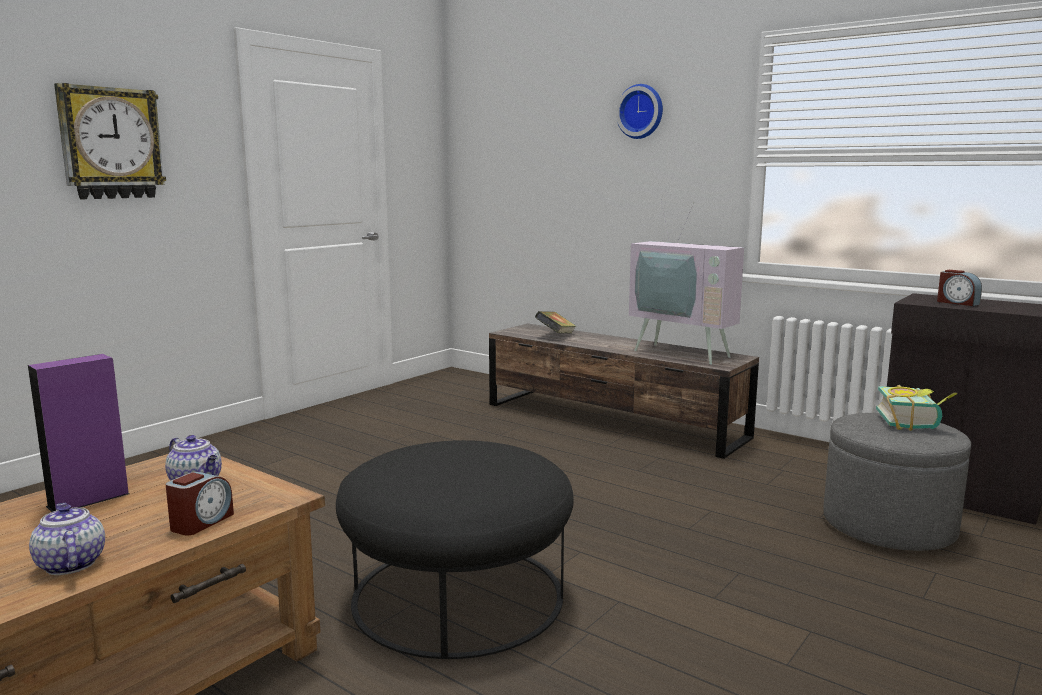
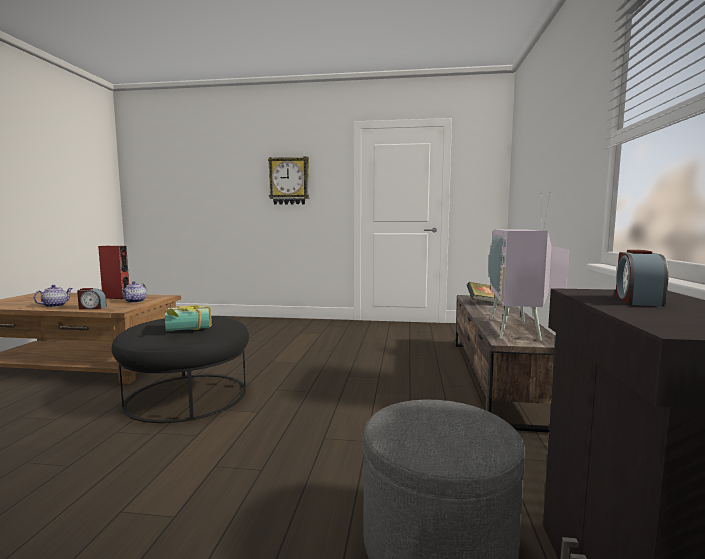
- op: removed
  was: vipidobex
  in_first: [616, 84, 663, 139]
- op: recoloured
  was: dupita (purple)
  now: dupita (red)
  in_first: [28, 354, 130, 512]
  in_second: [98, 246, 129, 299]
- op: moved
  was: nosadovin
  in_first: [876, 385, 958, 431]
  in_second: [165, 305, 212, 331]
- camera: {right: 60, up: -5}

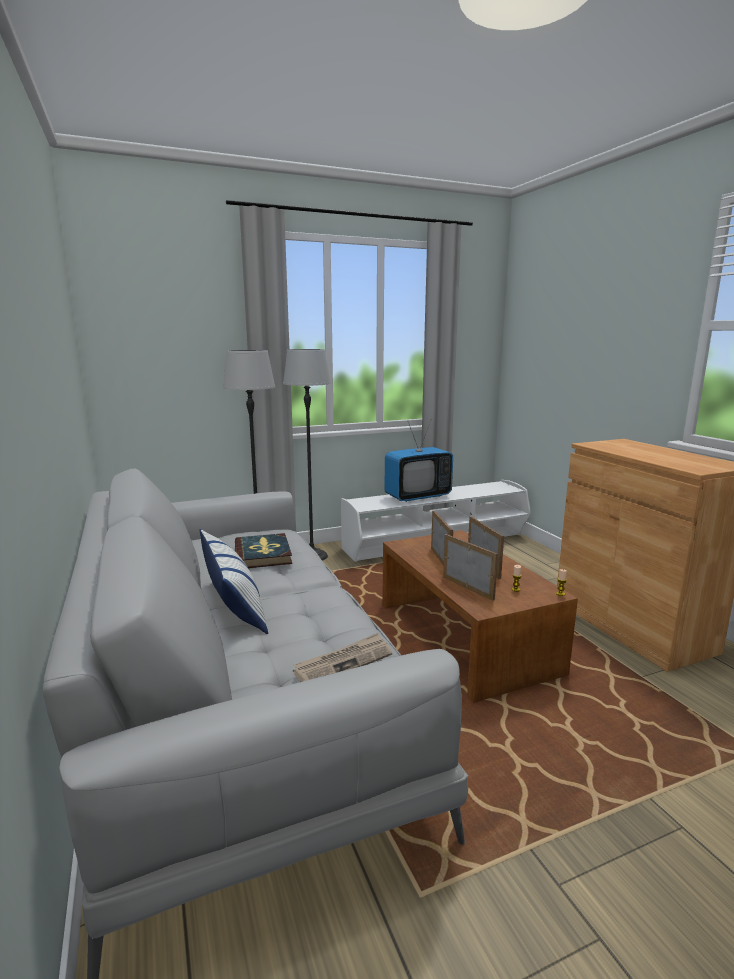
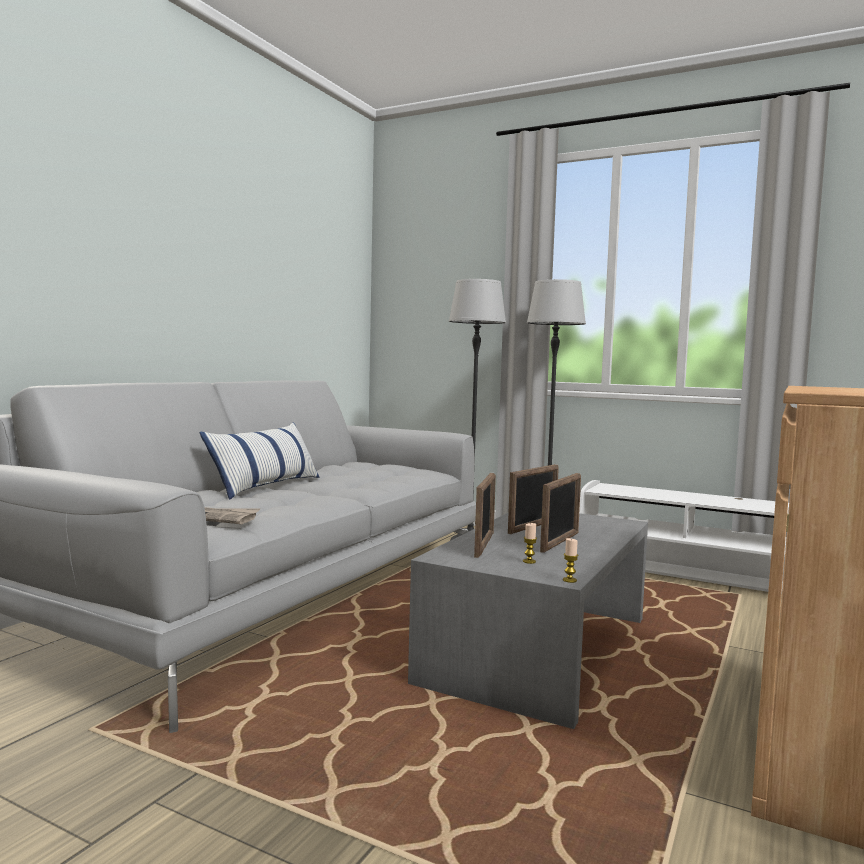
- op: removed
  was: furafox
  in_first: [385, 420, 453, 502]
- op: recoloured
  was: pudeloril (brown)
  now: pudeloril (grey)
  in_first: [382, 530, 578, 703]
  in_second: [408, 513, 648, 729]
- op: removed
  was: nosadovin
  in_first: [235, 533, 292, 568]
- camera: {right: 50, up: -10}

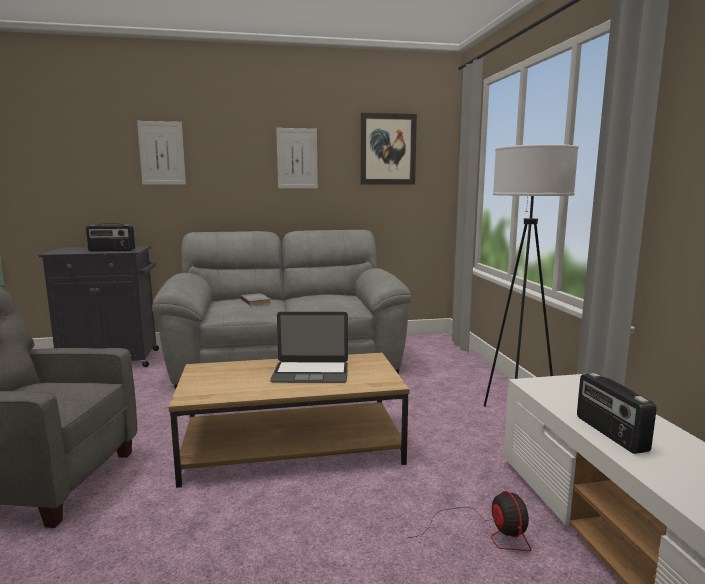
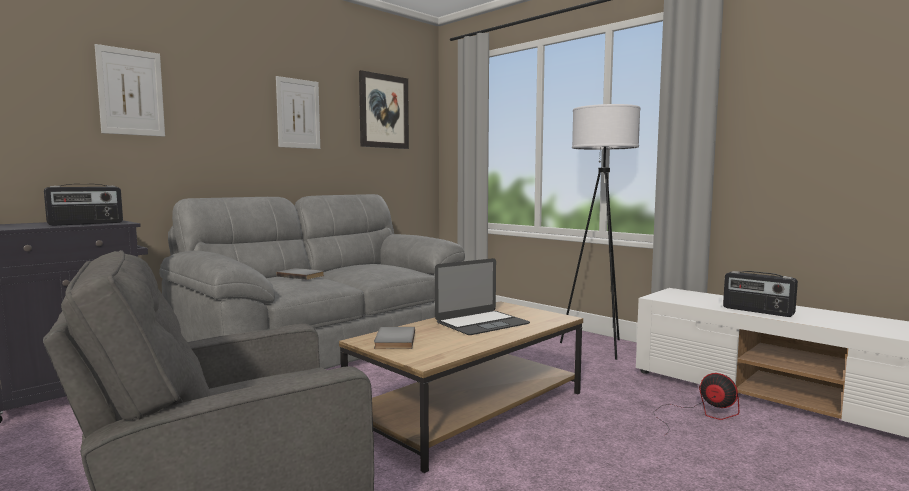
- op: added
  now: nosadovin (grey)
  in_second: [374, 327, 415, 349]
- camera: {right: -35, up: -5}

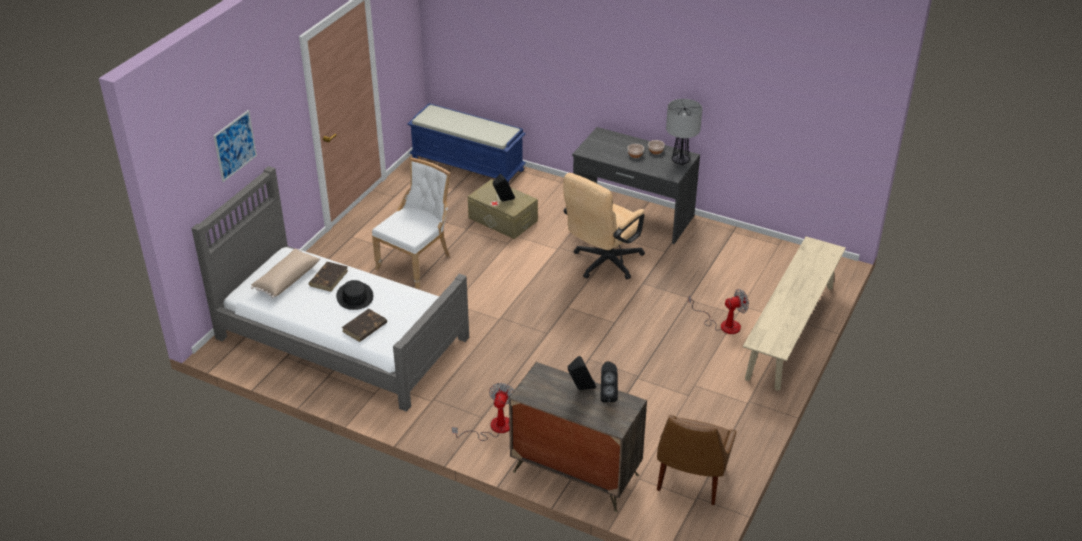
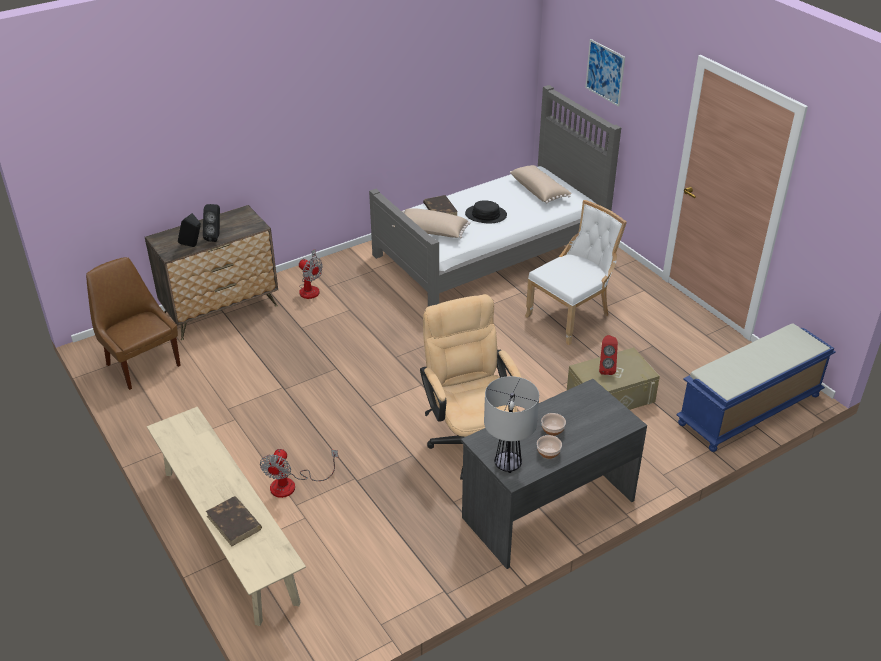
- op: turned
  was: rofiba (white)
  in_first: [372, 157, 451, 289]
  in_second: [525, 200, 627, 345]
  clockwise: -105
- op: recoloured
  was: dupita (black)
  now: dupita (red)
  in_first: [493, 174, 515, 201]
  in_second: [599, 335, 618, 375]
- op: moved
  was: nosadovin (brown)
  in_first: [309, 262, 348, 292]
  in_second: [206, 496, 262, 546]
- op: added
  now: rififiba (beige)
  in_second: [392, 208, 471, 239]
- camera: {right: 120, up: 0}

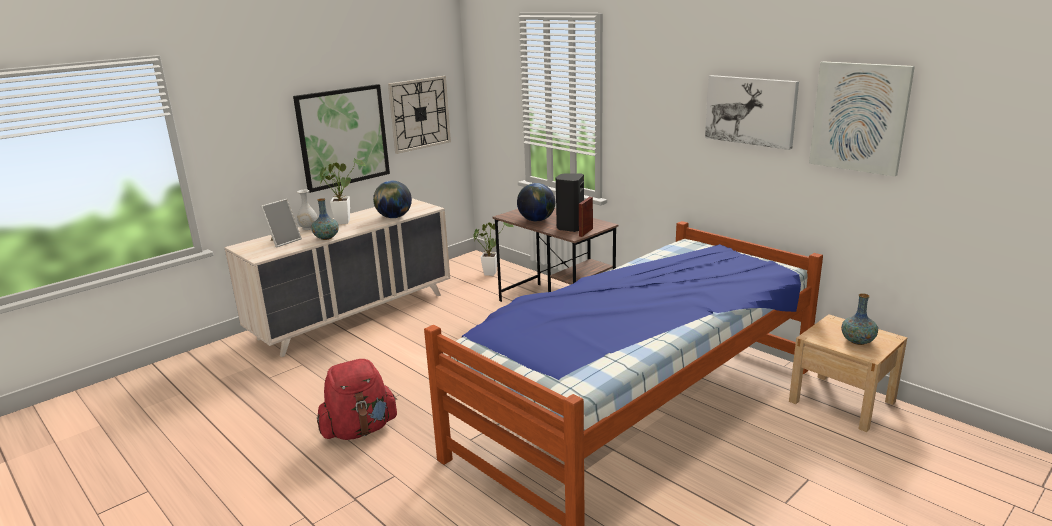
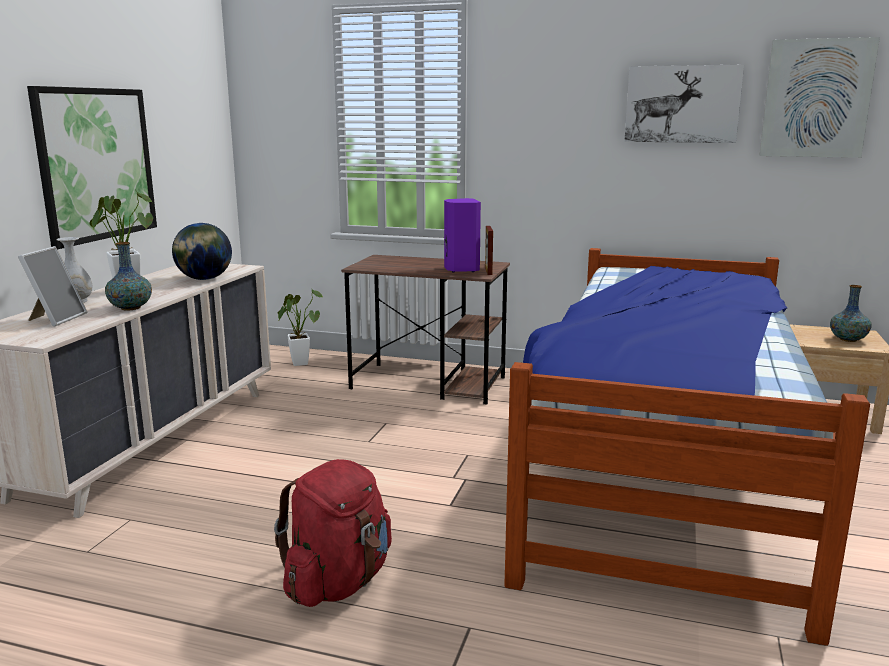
- op: removed
  was: vipidobex
  in_first: [388, 76, 451, 154]
- op: recoloured
  was: dupita (black)
  now: dupita (purple)
  in_first: [556, 173, 584, 232]
  in_second: [444, 198, 481, 272]
- op: removed
  was: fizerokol
  in_first: [517, 183, 555, 221]
- camera: {right: -30, up: -5}

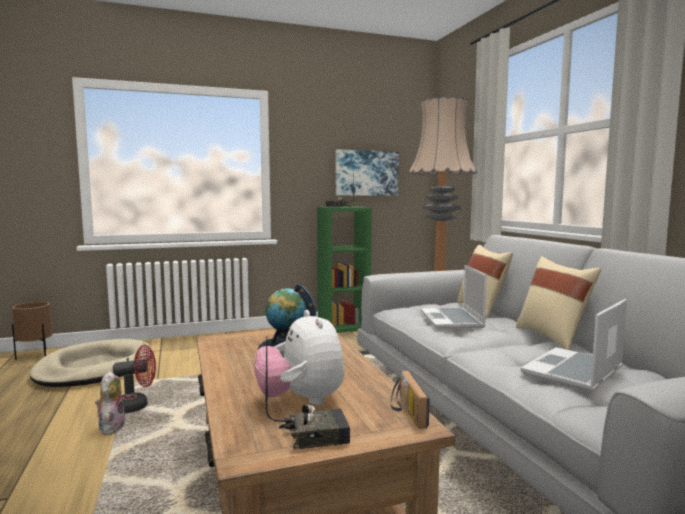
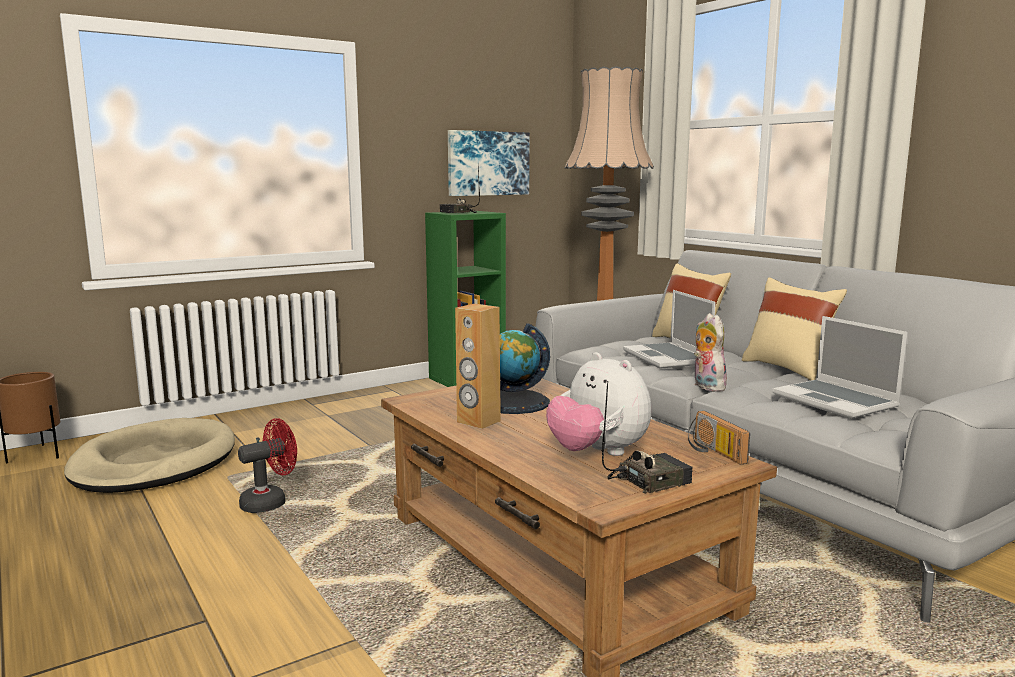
- op: turned
  was: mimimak
  in_first: [521, 299, 627, 392]
  in_second: [772, 316, 908, 419]
  clockwise: -60
- op: moved
  was: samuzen
  in_first: [95, 371, 125, 435]
  in_second: [694, 313, 729, 391]
- op: added
  now: dupita (brown)
  in_second: [455, 304, 501, 429]
- camera: {right: -15, up: 5}

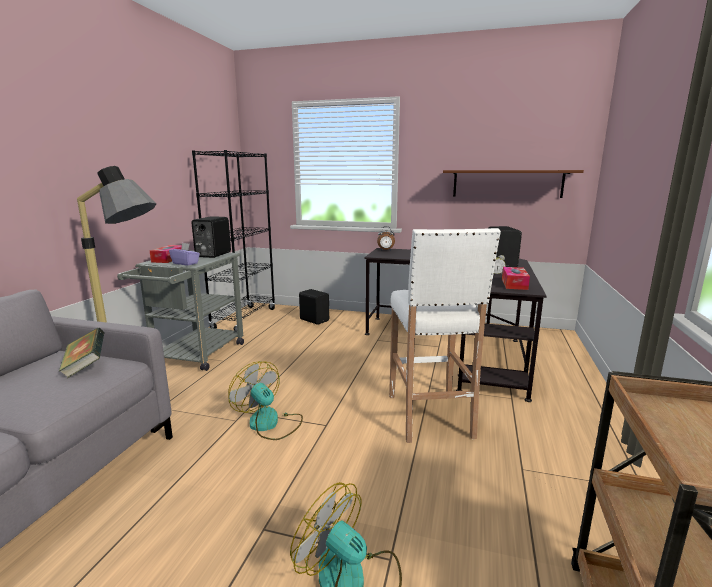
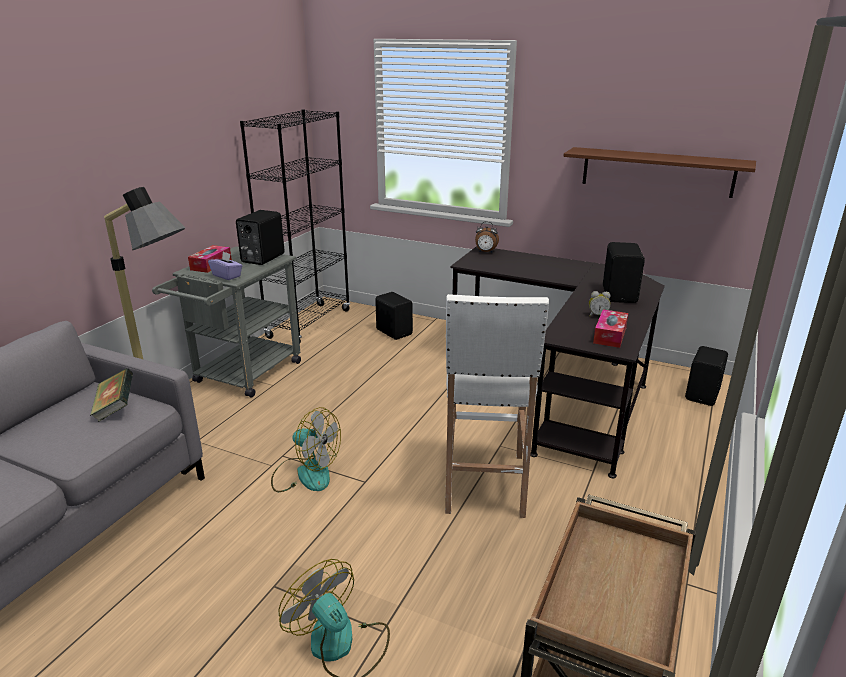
- op: turned
  was: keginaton
  in_first: [228, 361, 303, 440]
  in_second: [271, 407, 341, 492]
  clockwise: 150
- op: added
  now: dupita (black)
  in_second: [685, 346, 728, 406]
- camera: {right: 10, up: 10}

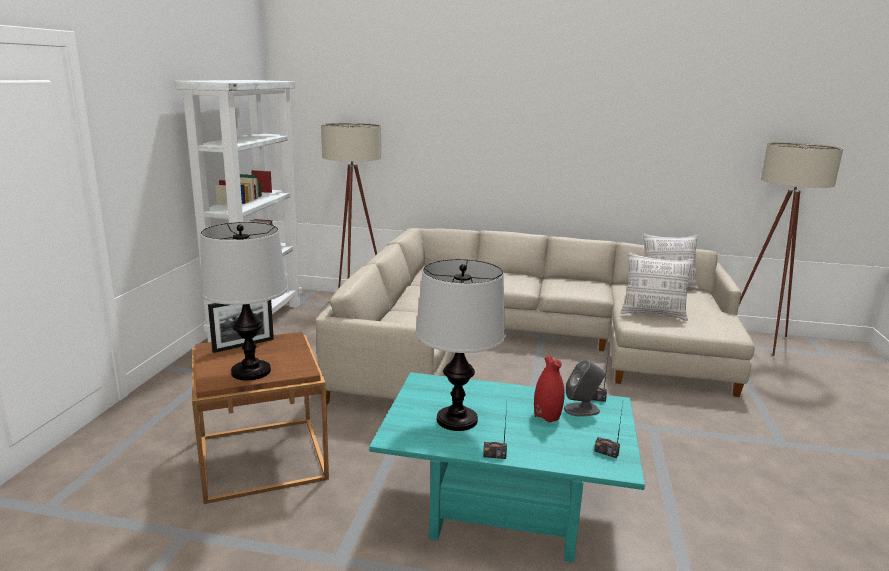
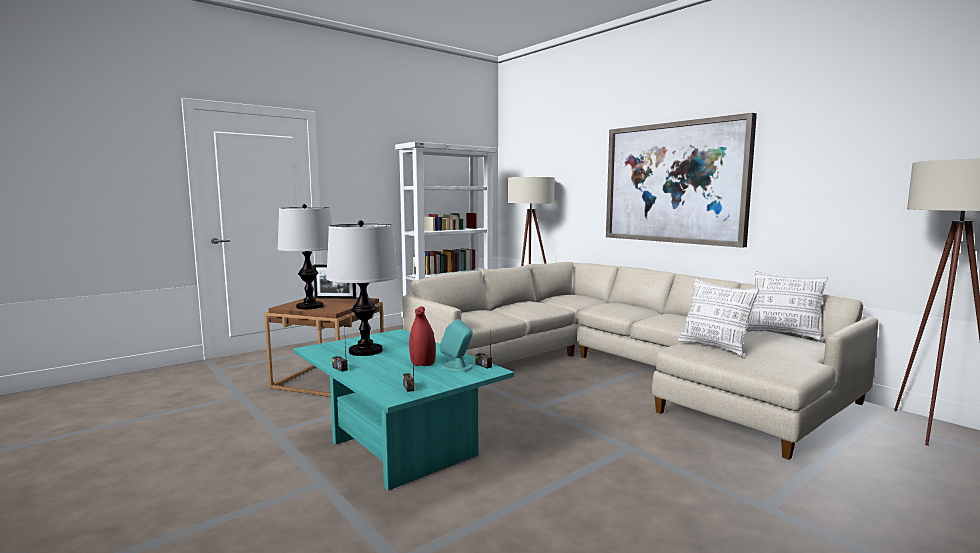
- op: recoloured
  was: dupita (grey)
  now: dupita (turquoise)
  in_first: [564, 360, 605, 416]
  in_second: [440, 319, 473, 372]
- op: added
  now: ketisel
  in_second: [606, 113, 757, 248]
- camera: {right: 40, up: -10}

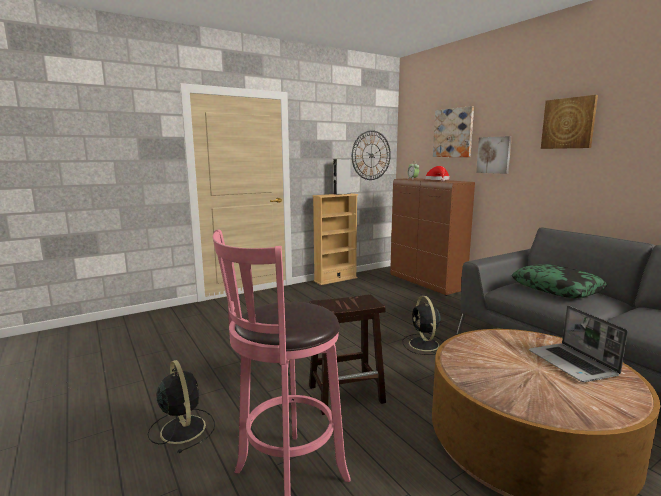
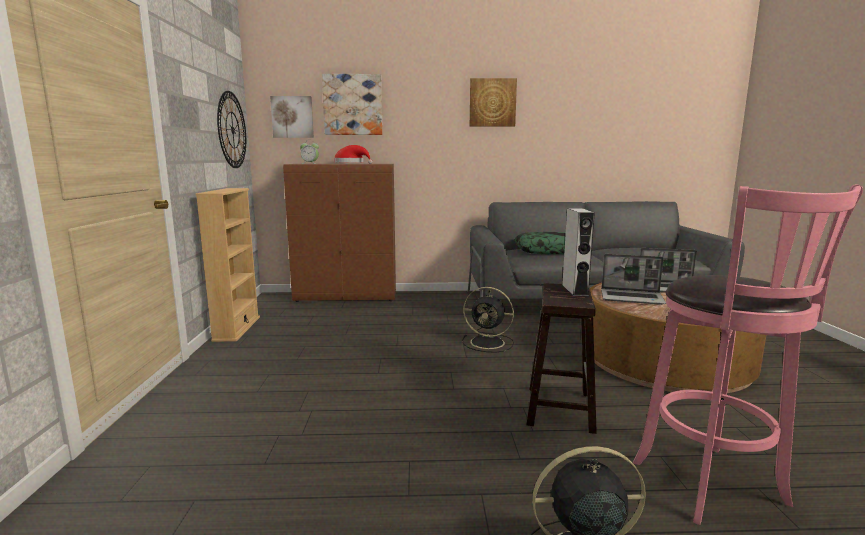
- op: moved
  was: ketisel
  in_first: [476, 136, 512, 174]
  in_second: [270, 96, 314, 138]
- op: moved
  was: dupita (grey)
  in_first: [333, 159, 351, 195]
  in_second: [562, 208, 595, 296]
- op: added
  now: mimimak
  in_second: [601, 254, 666, 305]
- camera: {right: -60, up: 0}

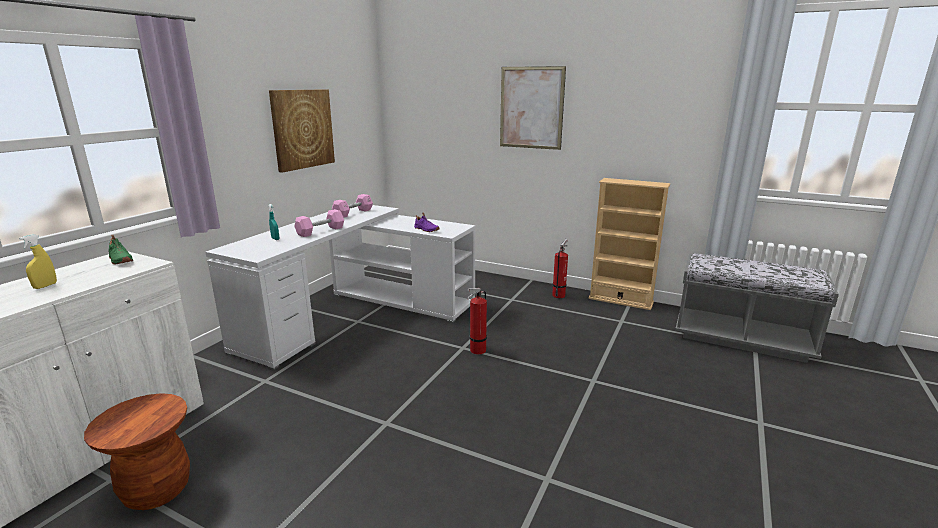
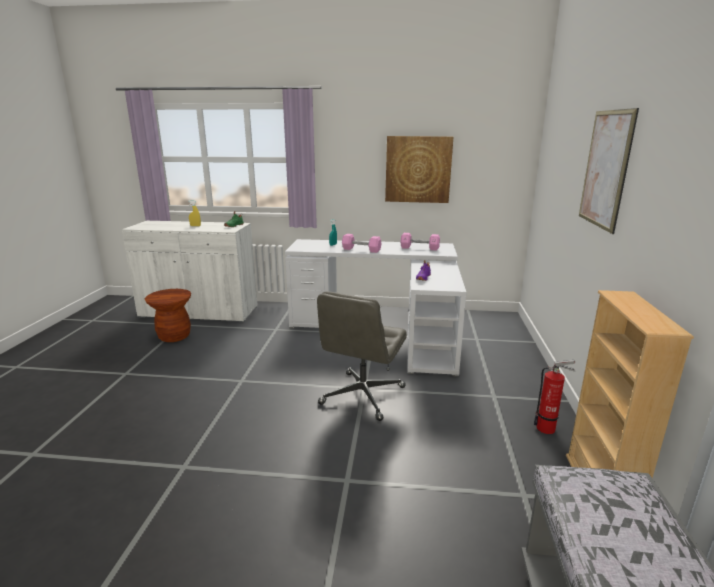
- op: replaced
  was: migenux
  now: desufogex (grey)
  in_first: [467, 288, 487, 355]
  in_second: [317, 291, 407, 421]
- camera: {right: 70, up: 0}

